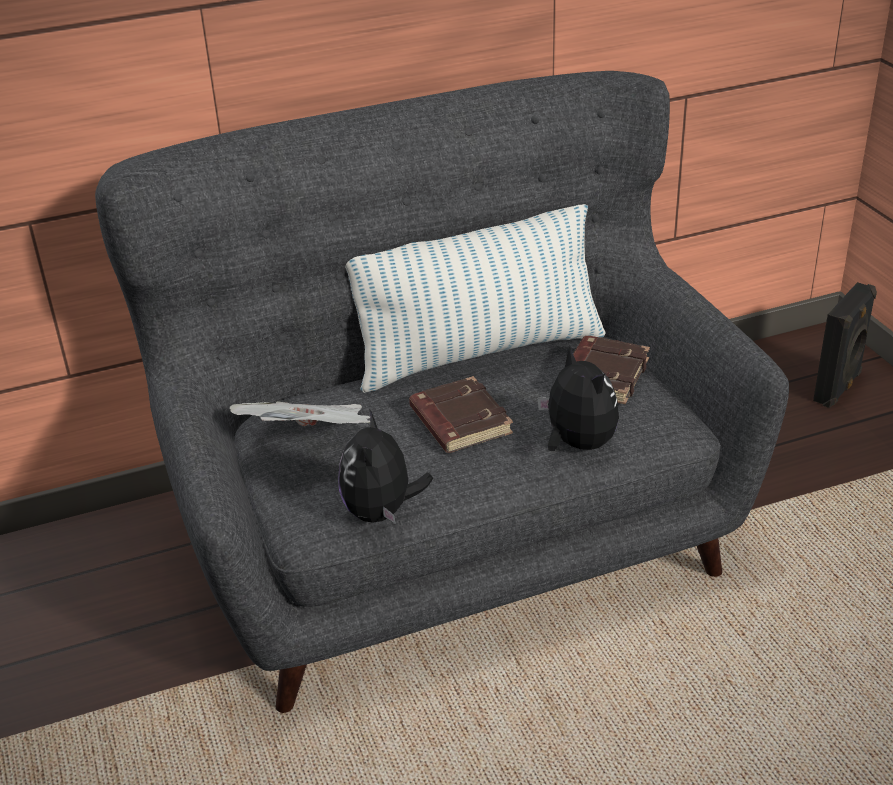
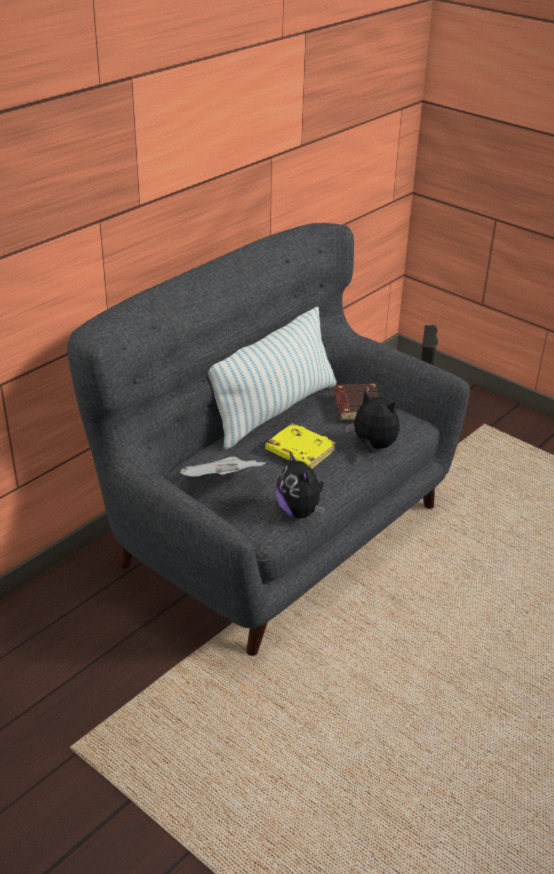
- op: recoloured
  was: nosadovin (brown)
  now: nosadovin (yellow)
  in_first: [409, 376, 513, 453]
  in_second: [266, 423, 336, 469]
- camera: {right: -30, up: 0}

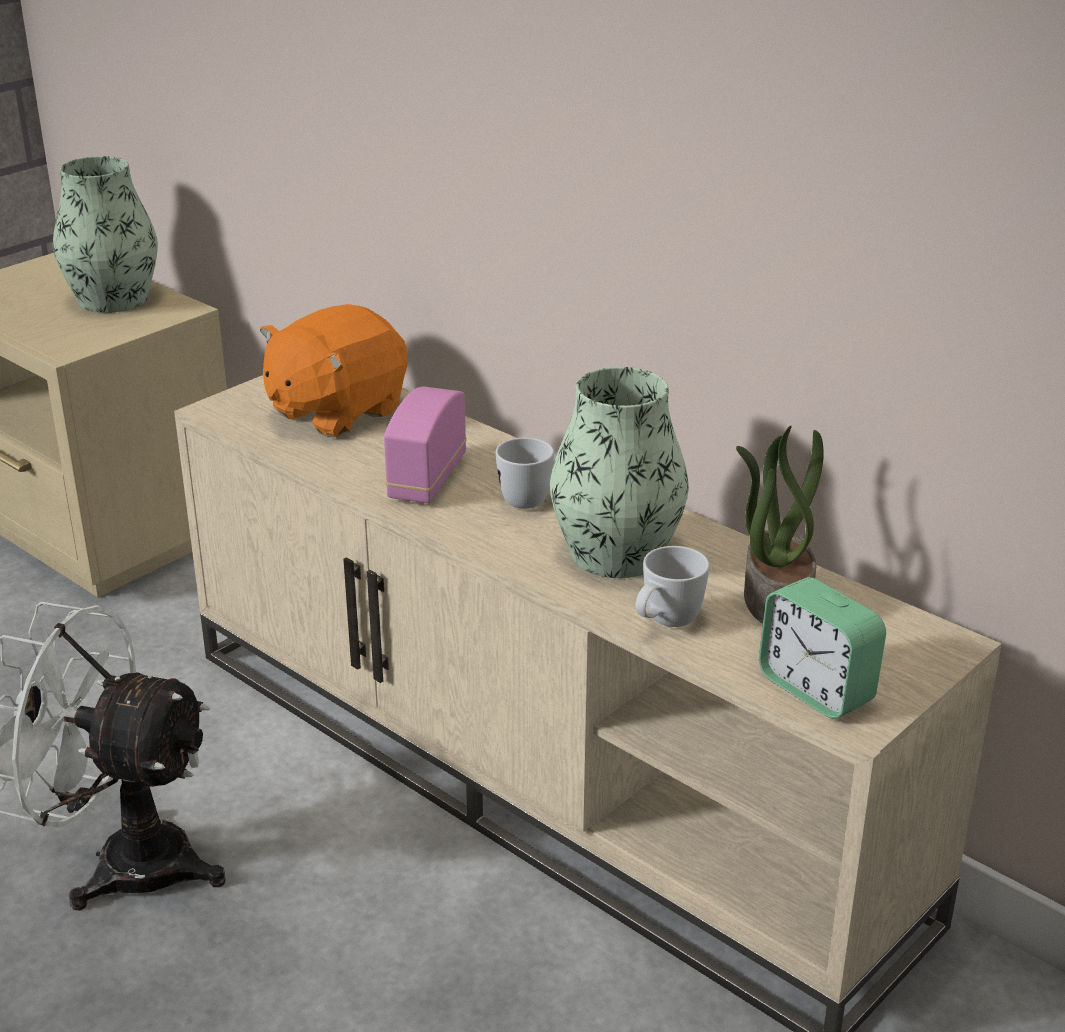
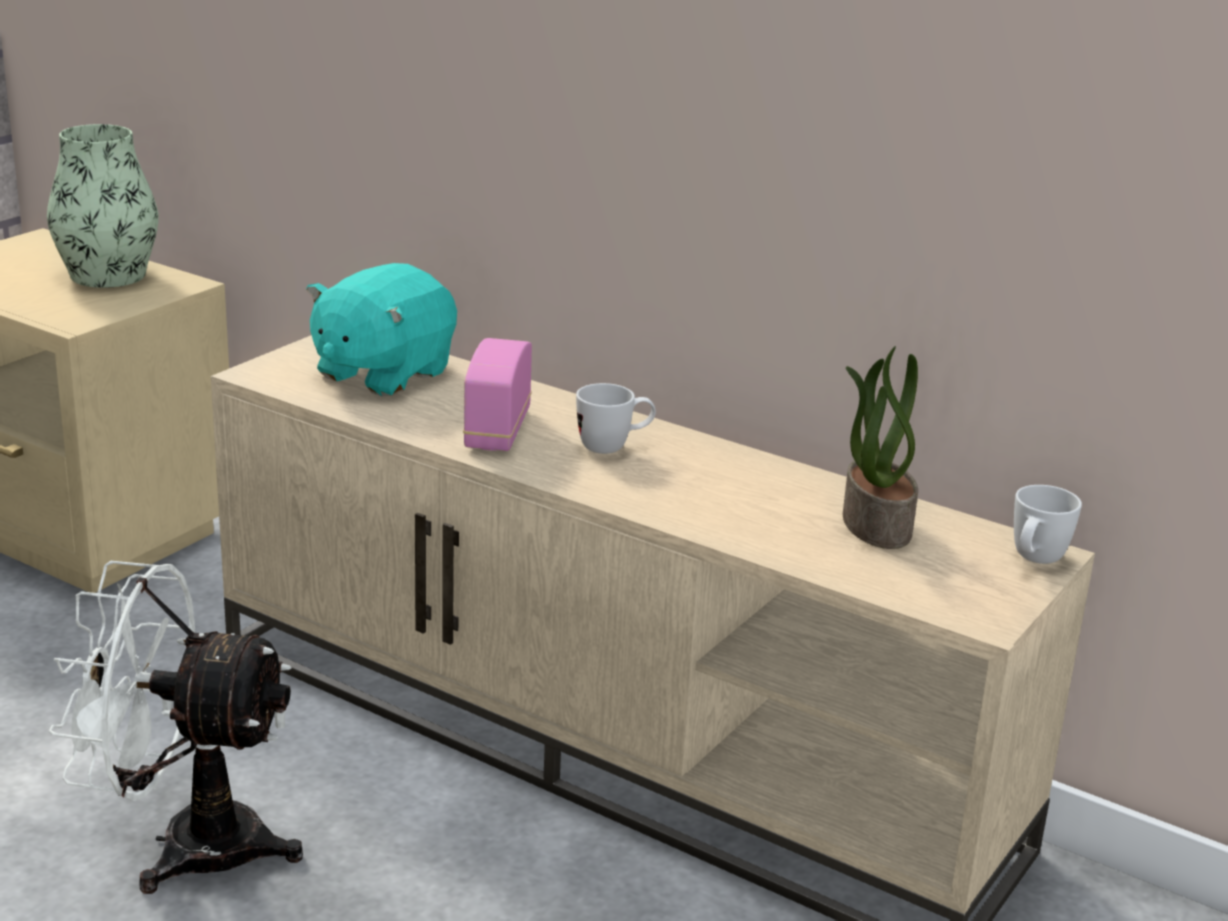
- op: recoloured
  was: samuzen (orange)
  now: samuzen (turquoise)
  in_first: [260, 304, 408, 437]
  in_second: [306, 263, 457, 397]
- op: removed
  was: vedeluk
  in_first: [550, 367, 689, 578]
- op: moved
  was: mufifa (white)
  in_first: [636, 546, 710, 627]
  in_second: [1014, 485, 1082, 564]
- op: removed
  was: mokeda
  in_first: [759, 577, 886, 719]
- camera: {right: -10, up: -5}

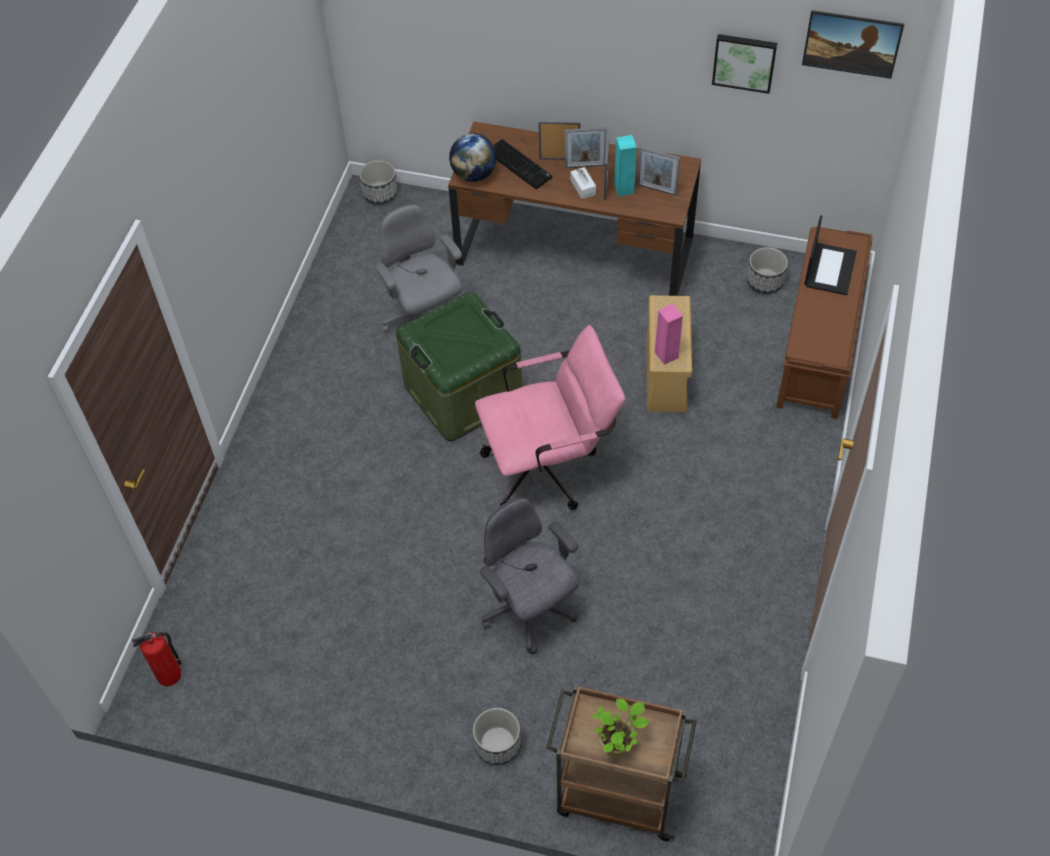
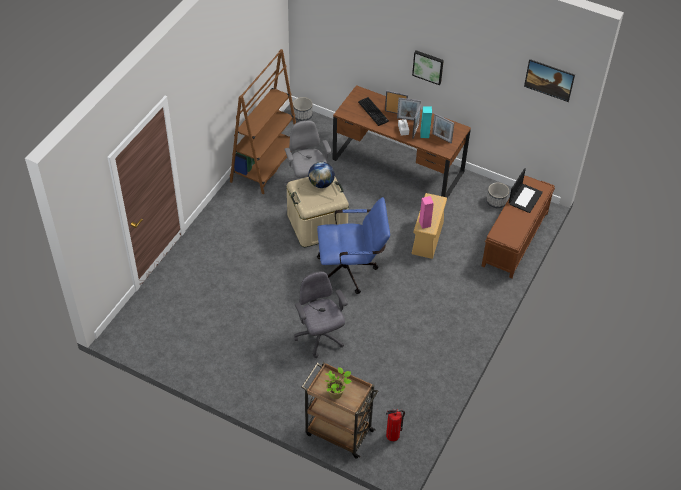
- op: moved
  was: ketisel
  in_first: [712, 34, 777, 94]
  in_second: [412, 50, 444, 85]
- op: moved
  was: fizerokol
  in_first: [449, 133, 497, 182]
  in_second: [308, 162, 335, 188]
- op: recoloured
  was: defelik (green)
  now: defelik (beige)
  in_first: [396, 292, 522, 441]
  in_second: [287, 177, 349, 247]
- op: recoloured
  was: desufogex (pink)
  now: desufogex (blue)
  in_first: [475, 325, 625, 510]
  in_second: [317, 197, 390, 294]
- op: moved
  was: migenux
  in_first: [132, 632, 181, 686]
  in_second: [386, 409, 405, 441]
- op: removed
  was: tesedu
  in_first: [473, 708, 521, 765]
- op: added
  now: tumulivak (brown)
  in_second: [230, 49, 296, 194]
- camera: {right: 10, up: -5}

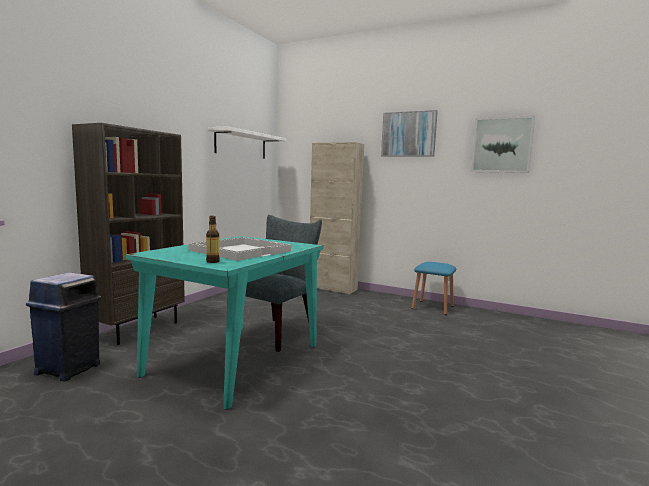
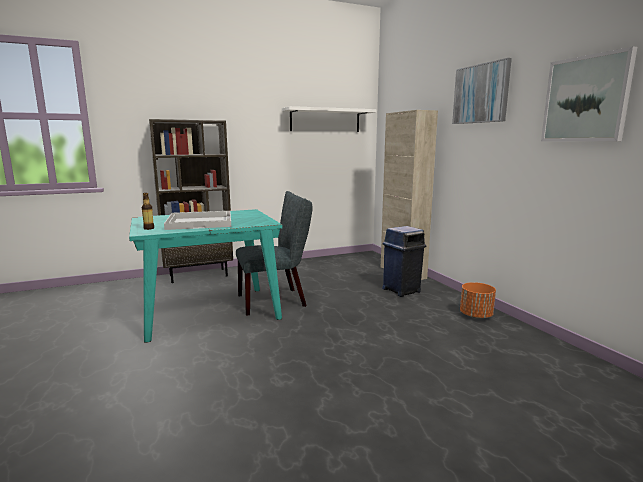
- op: replaced
  was: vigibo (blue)
  now: tesedu (orange)
  in_first: [412, 262, 456, 315]
  in_second: [460, 282, 496, 319]
- op: moved
  was: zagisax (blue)
  in_first: [26, 272, 102, 382]
  in_second: [382, 226, 426, 297]
- camera: {right: 40, up: 5}

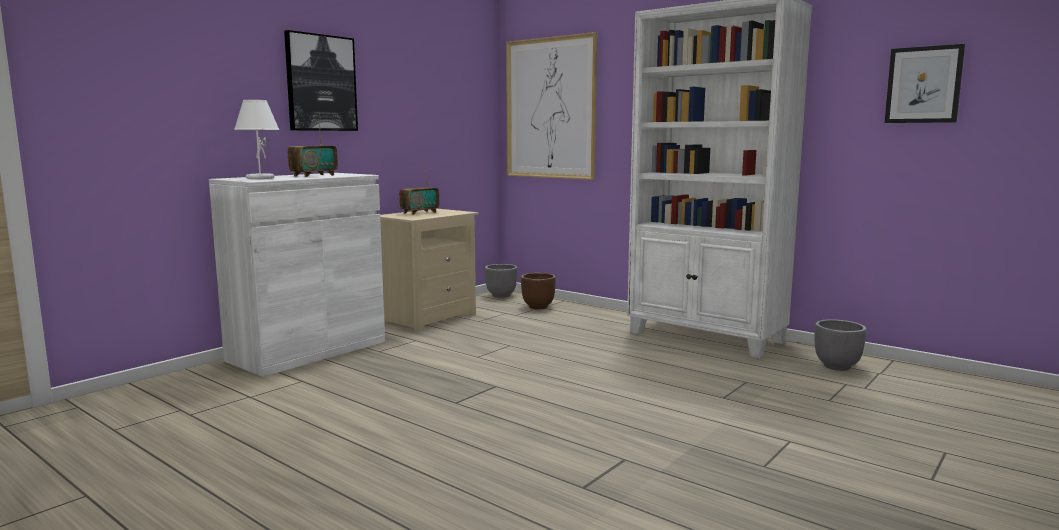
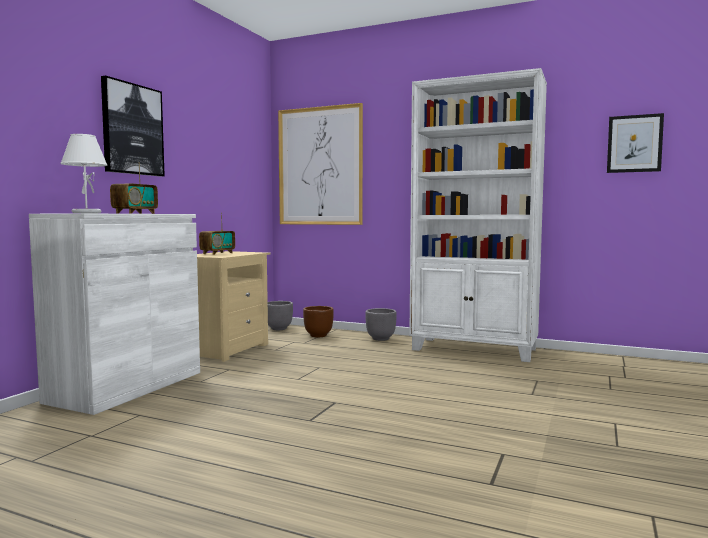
- op: moved
  was: tesedu (grey)
  in_first: [815, 319, 866, 371]
  in_second: [365, 308, 397, 341]
- camera: {right: -15, up: -5}

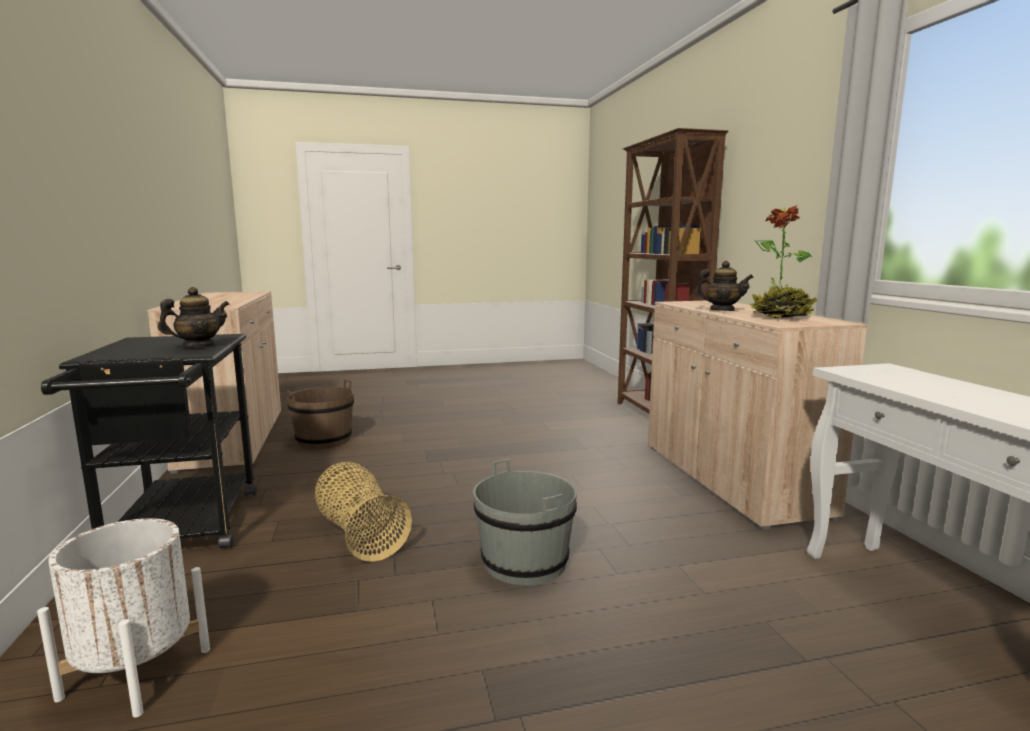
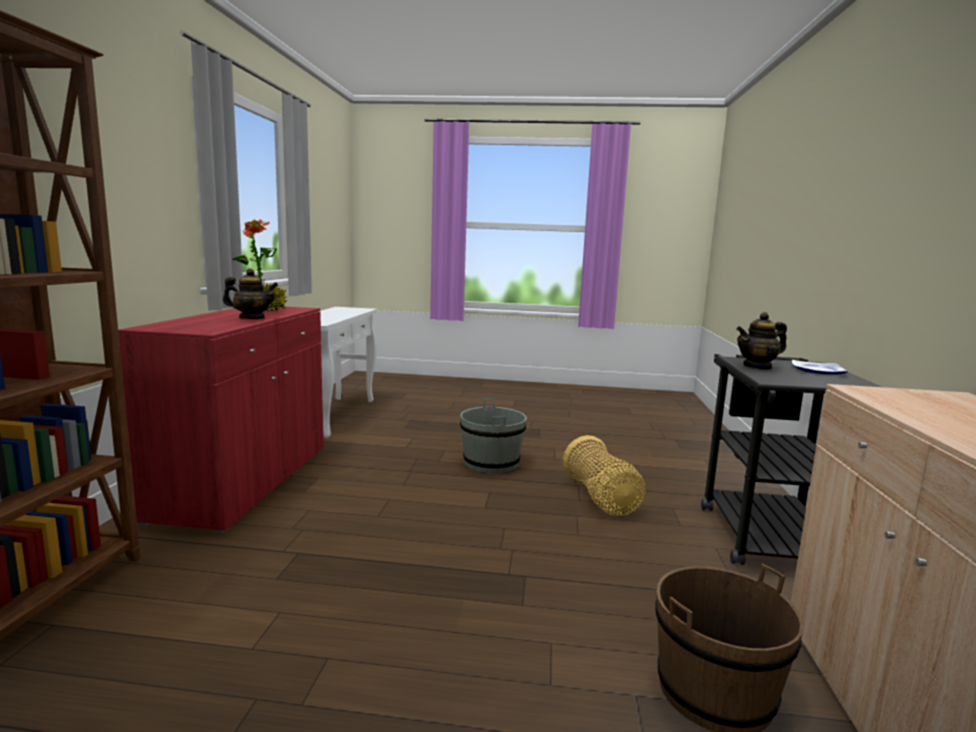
- op: turned
  was: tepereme
  in_first: [695, 261, 754, 311]
  in_second: [223, 269, 278, 319]
  clockwise: 135
- op: recoloured
  was: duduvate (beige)
  now: duduvate (red)
  in_first: [648, 301, 868, 530]
  in_second: [118, 307, 323, 534]
- op: removed
  was: tesedu (white)
  in_first: [37, 518, 210, 718]
- op: added
  now: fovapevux
  in_second: [792, 360, 848, 375]
- camera: {right: -160, up: 0}

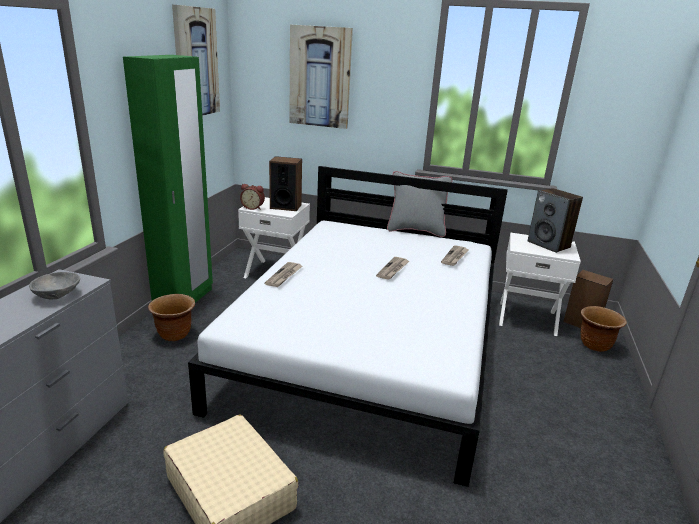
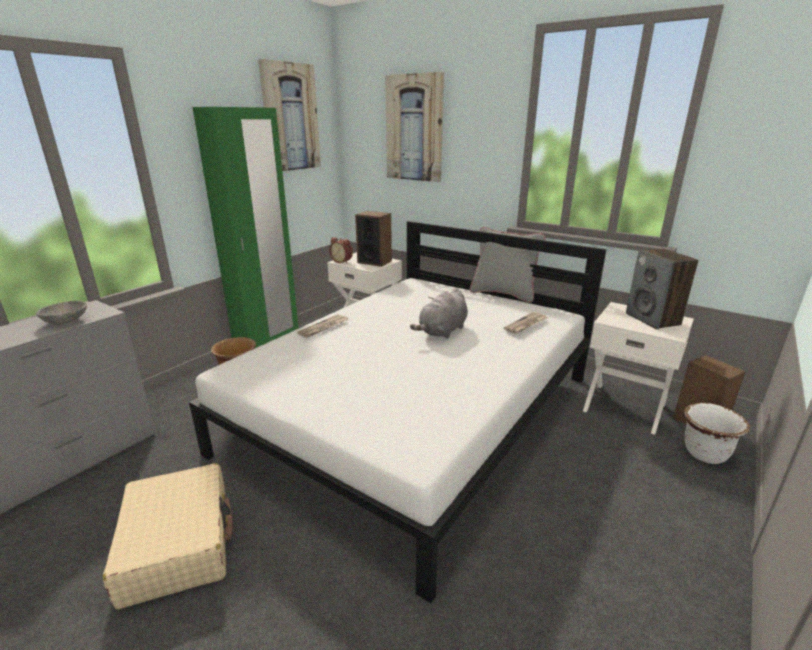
- op: replaced
  was: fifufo
  now: samuzen (grey)
  in_first: [376, 257, 409, 280]
  in_second: [410, 289, 468, 339]
- op: recoloured
  was: tesedu (brown)
  now: tesedu (white)
  in_first: [580, 306, 627, 352]
  in_second: [684, 403, 750, 464]
- camera: {right: 20, up: 0}

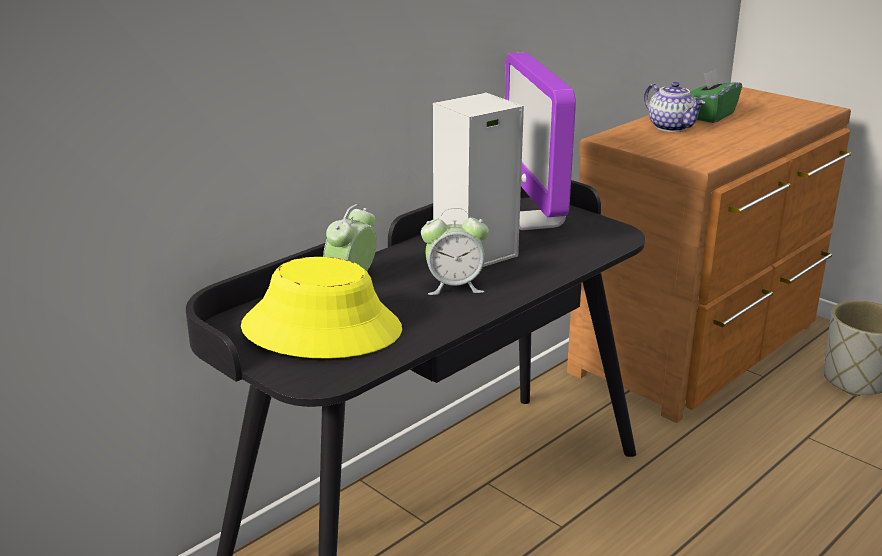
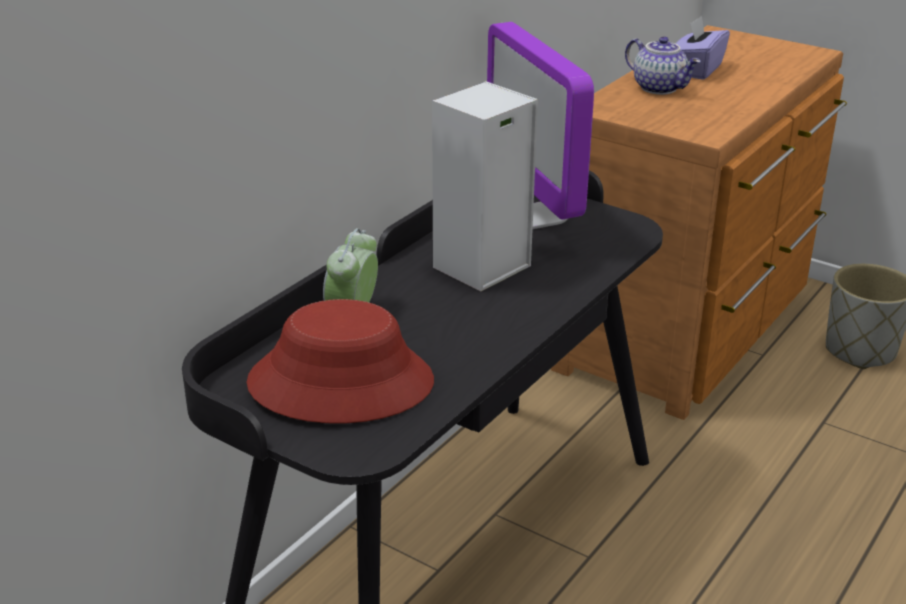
- op: recoloured
  was: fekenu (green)
  now: fekenu (purple)
  in_first: [690, 69, 742, 123]
  in_second: [675, 15, 730, 80]
- op: removed
  was: mokeda
  in_first: [421, 208, 489, 295]
- op: recoloured
  was: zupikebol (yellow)
  now: zupikebol (red)
  in_first: [241, 257, 402, 359]
  in_second: [247, 299, 434, 423]
- camera: {right: -10, up: 5}

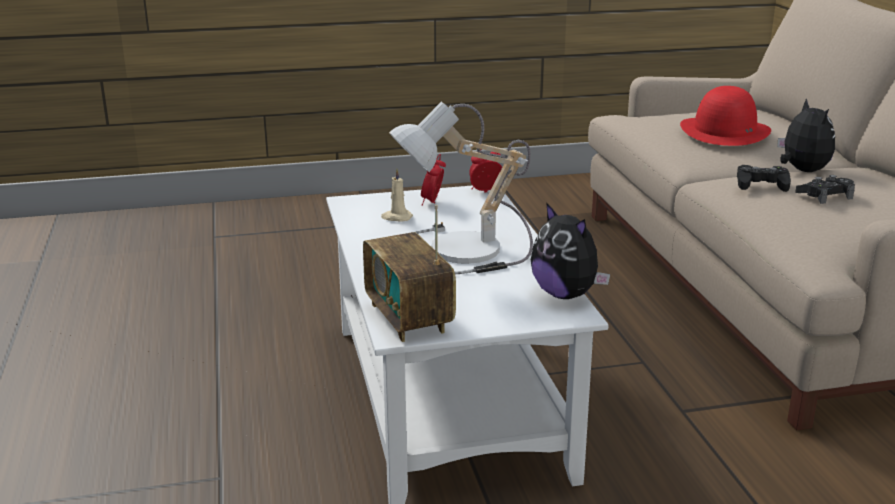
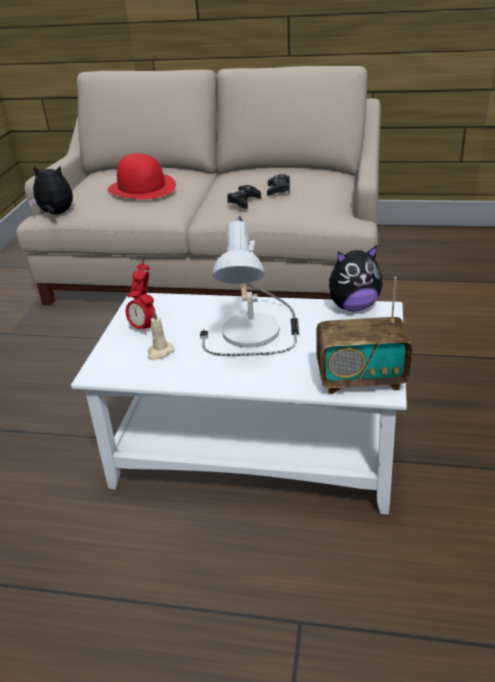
- op: moved
  was: samuzen
  in_first: [777, 98, 835, 172]
  in_second: [28, 165, 73, 214]
- camera: {right: -65, up: 10}

